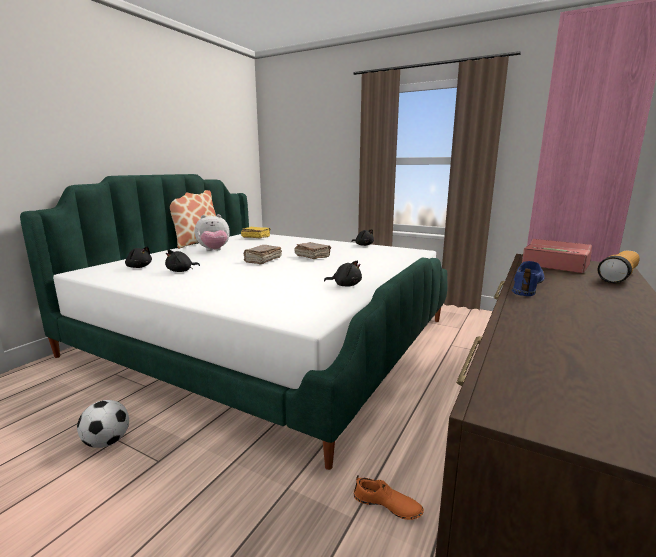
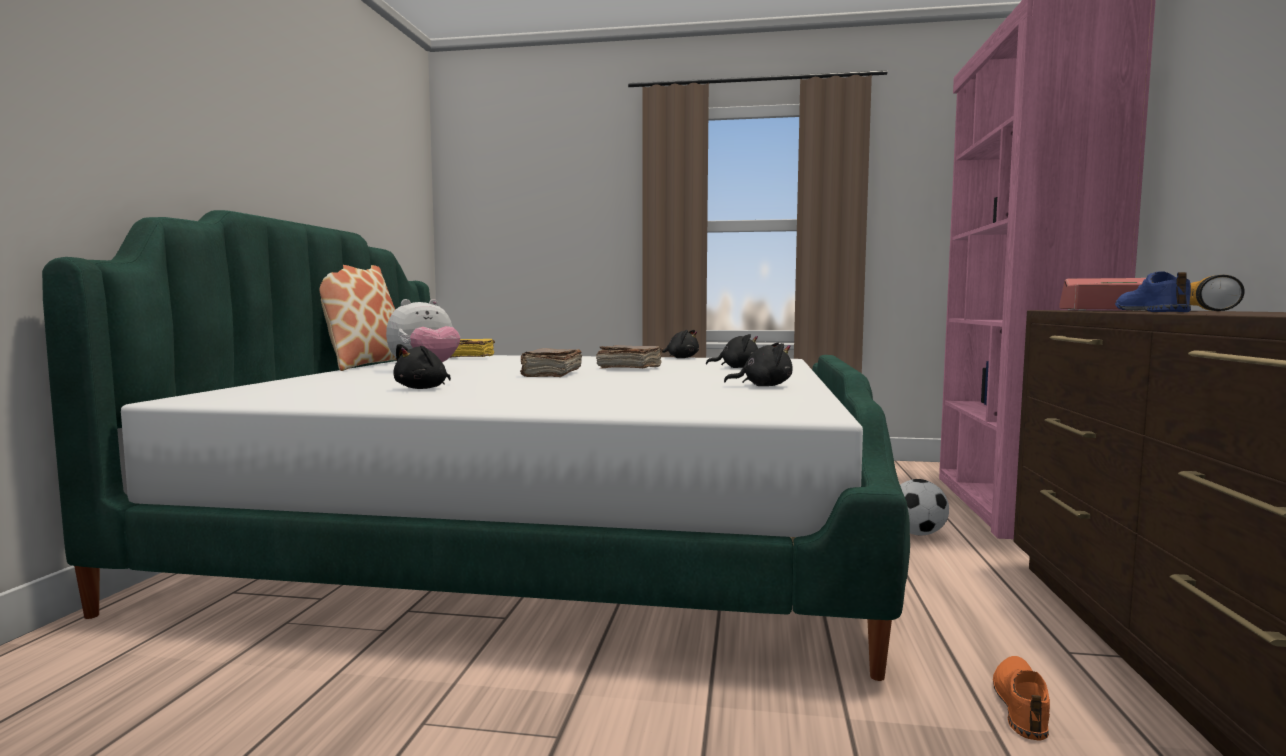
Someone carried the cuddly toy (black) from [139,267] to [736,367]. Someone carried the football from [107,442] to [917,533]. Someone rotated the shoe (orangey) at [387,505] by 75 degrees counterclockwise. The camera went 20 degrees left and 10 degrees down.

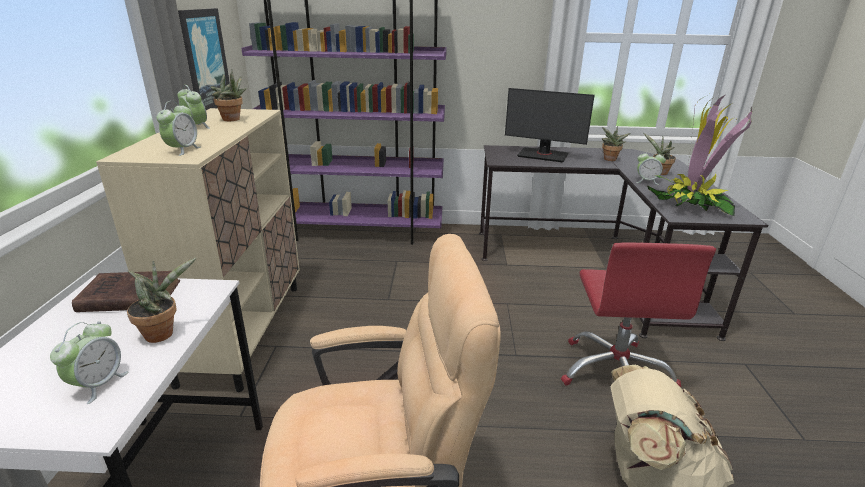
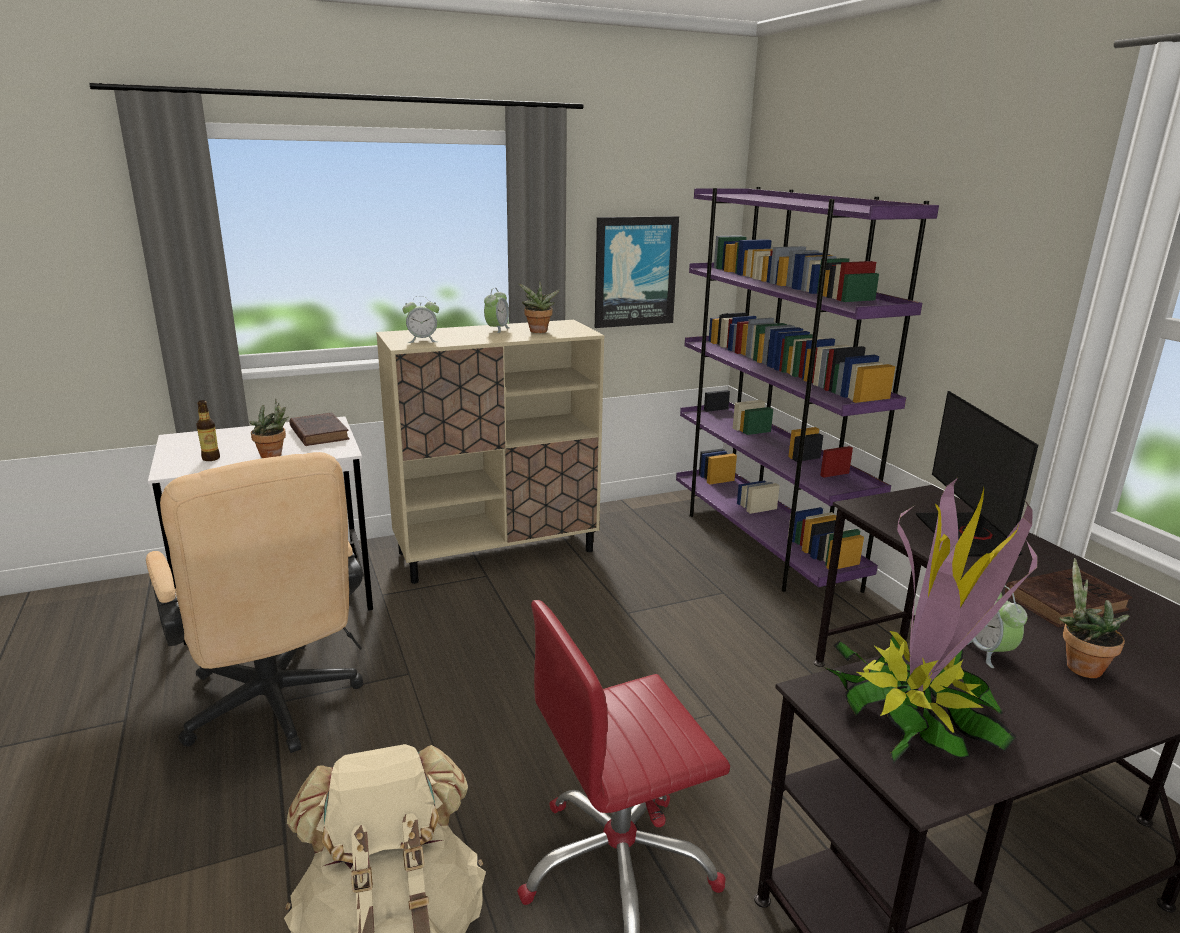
Someone swapped the plant in a pot at [609,160] for the book (brownish) at [1067,602]. Someone swapped the alarm clock at [98,384] for the bottle at [211,458]. The camera went 65 degrees right and 5 degrees down.

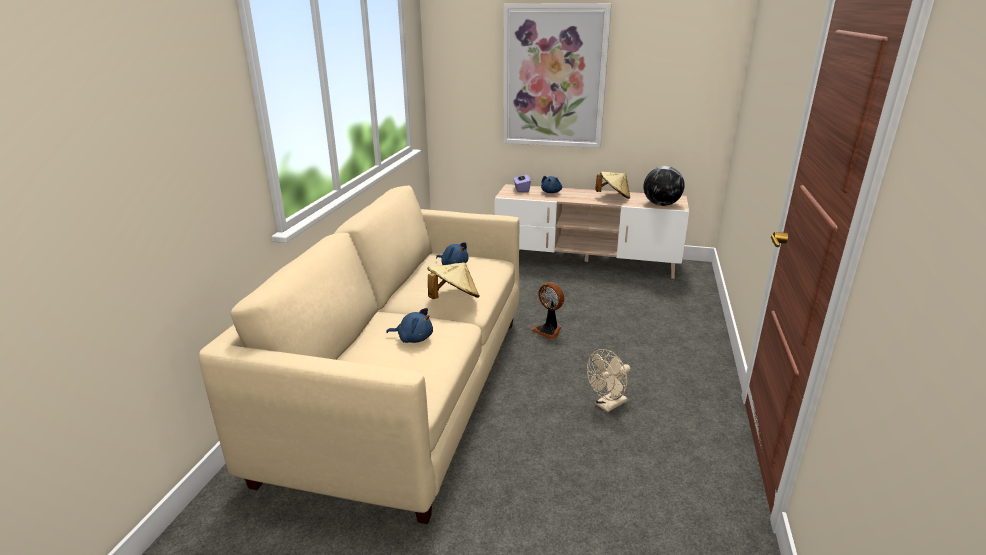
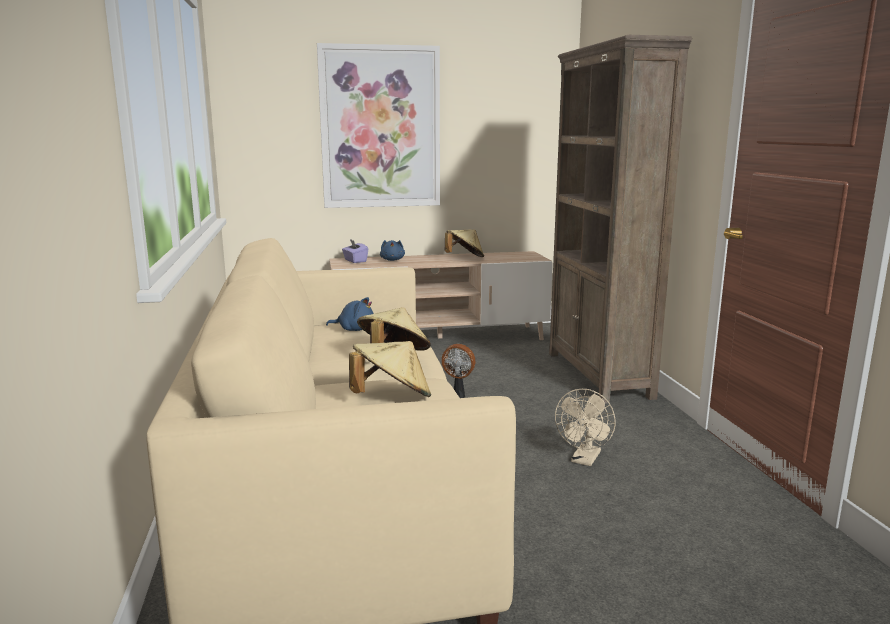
Someone took away the desk globe at [661,204]. Someone swapped the cuddly toy (blue-coloured) at [413,338] for the hat (sand-coloured) at [391,398]. Someone put down the bookcase (brownish) at [598,375]. The camera went 25 degrees left and 10 degrees down.

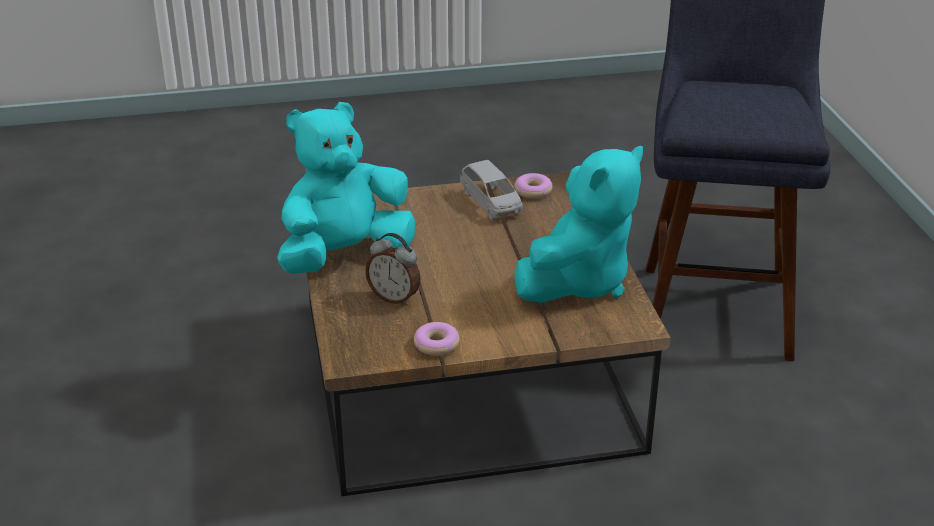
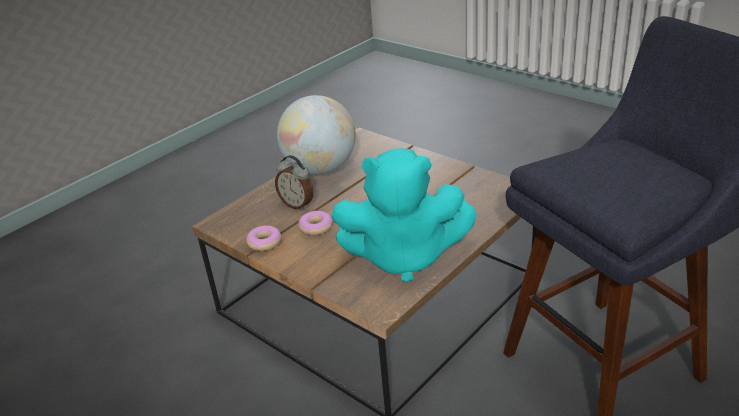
Someone swapped the cuddly toy (turquoise) at [344,256] for the desk globe at [321,169]. Someone took away the miniature car (gray) at [491,203]. Someone carried the ring doughnut from [533,191] to [316,227]. Someone rotated the alarm clock at [394,297] by 45 degrees counterclockwise. The camera went 55 degrees right and 0 degrees up.

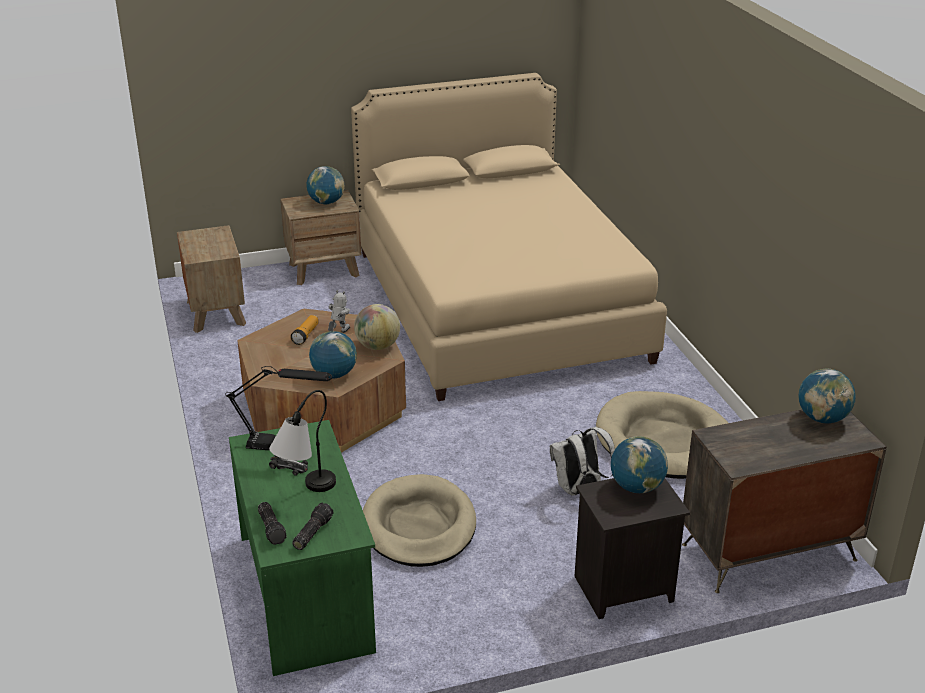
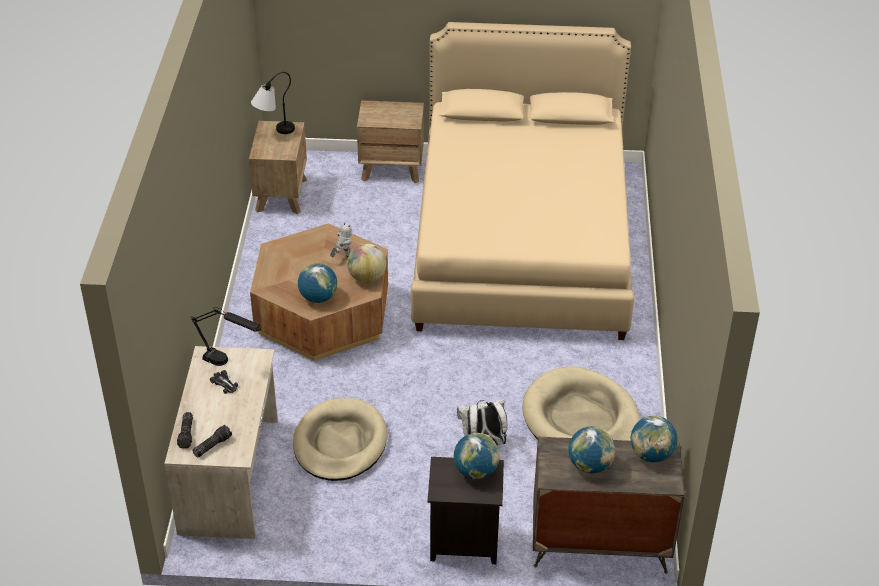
Someone carried the desk globe from [326,202] to [590,465]. Someone took away the hand torch at [306,335]. Someone carried the lamp for a table from [305,492] to [273,132]. Someone repainted the desk unit (green-coloured) at [307,592], which became the desk unit (sand-coloured) at [231,476]. The camera went 20 degrees right and 10 degrees up.

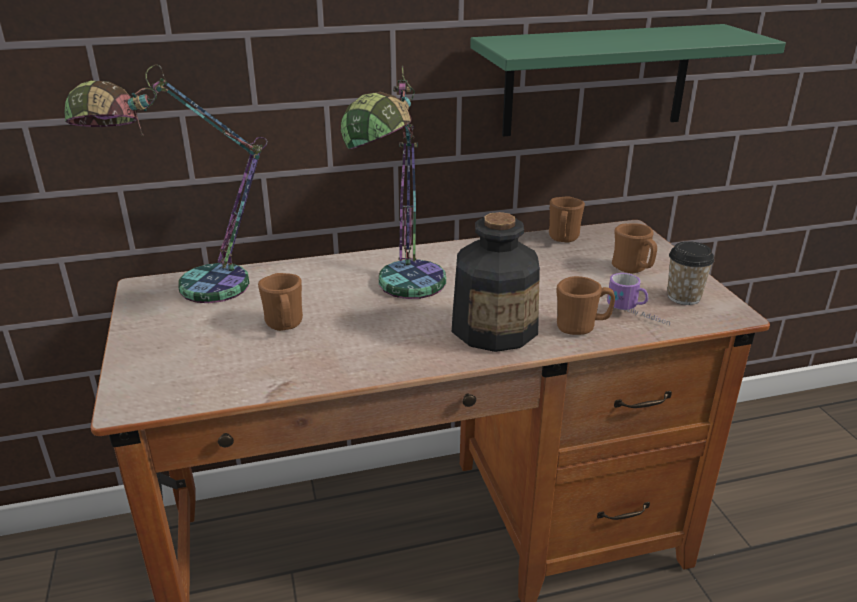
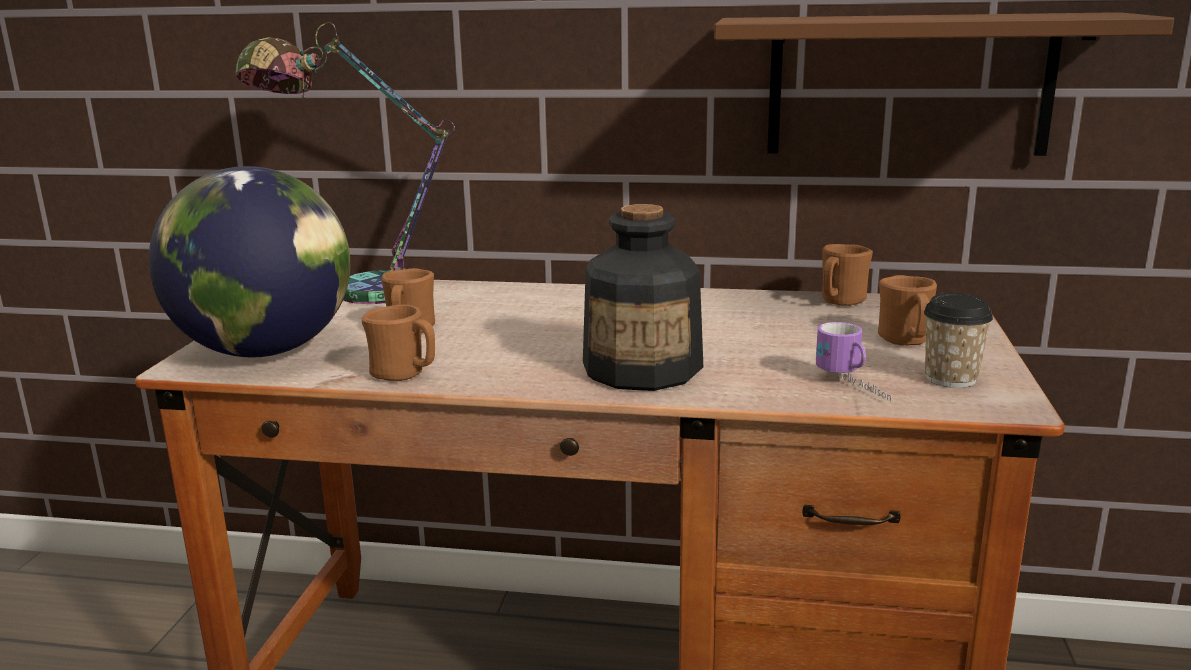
Someone repainted the wall shelf (green-coloured) at [597,80], which became the wall shelf (brownish) at [909,86]. Someone took away the lamp for a table at [401,291]. Someone carried the tea mug (brownish) from [581,327] to [404,375]. Someone put down the desk globe at [267,351]. The camera went 25 degrees right and 10 degrees down.

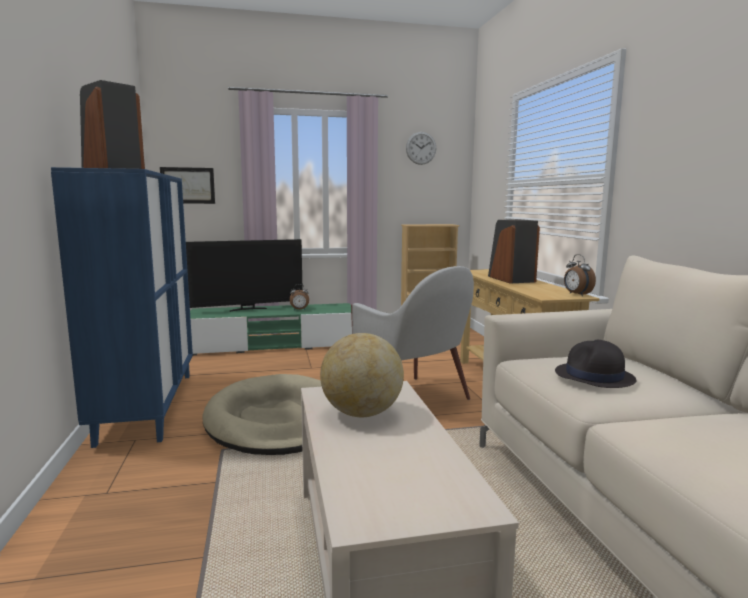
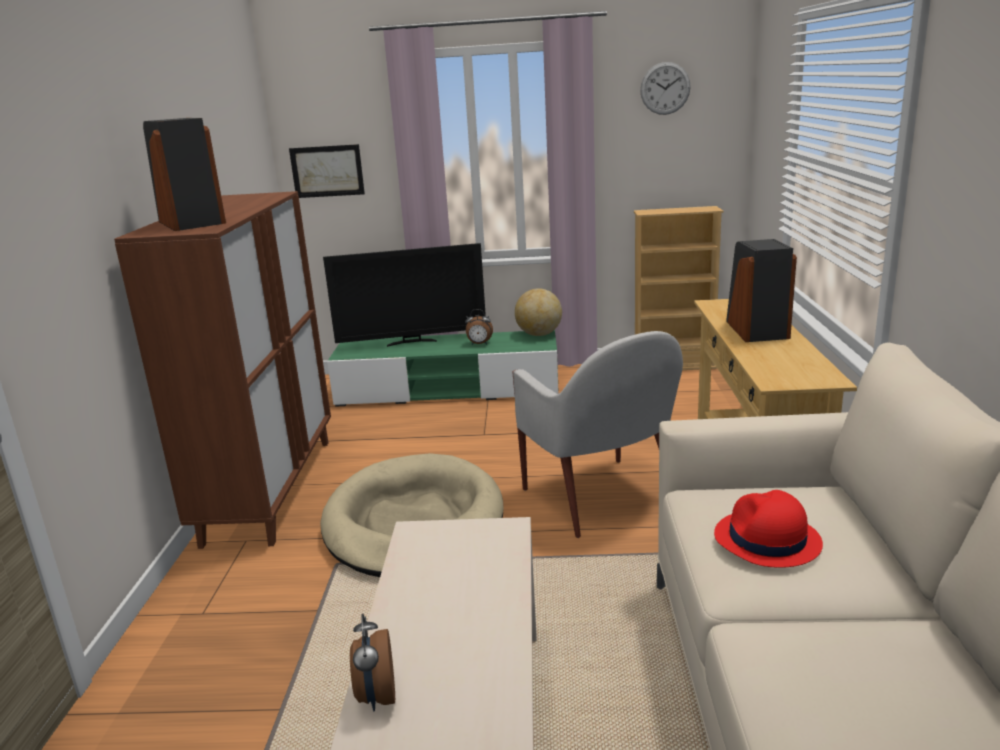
Someone repainted the cupboard (blue-coloured) at [148,406], which became the cupboard (brownish) at [270,489]. Someone carried the alarm clock from [576,294] to [376,696]. Someone carried the desk globe from [361,413] to [539,334]. Someone repainted the hat (black) at [594,377], which became the hat (red) at [767,540]. The camera went 15 degrees right and 10 degrees up.

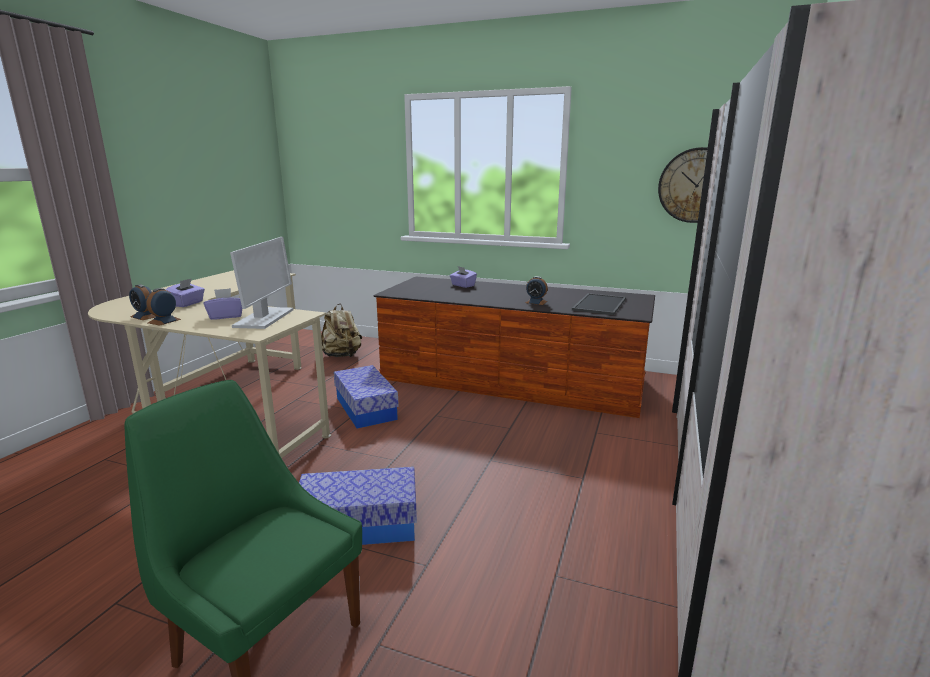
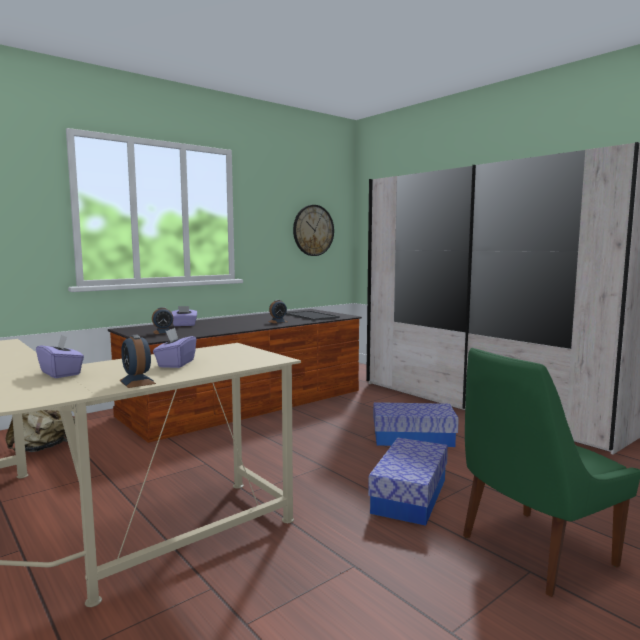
Someone took away the computer screen at [264,318]. Someone carried the alarm clock from [145,316] to [163,332]. Someone carried the storage container from [366,408] to [413,438]. The camera went 60 degrees left and 10 degrees down.

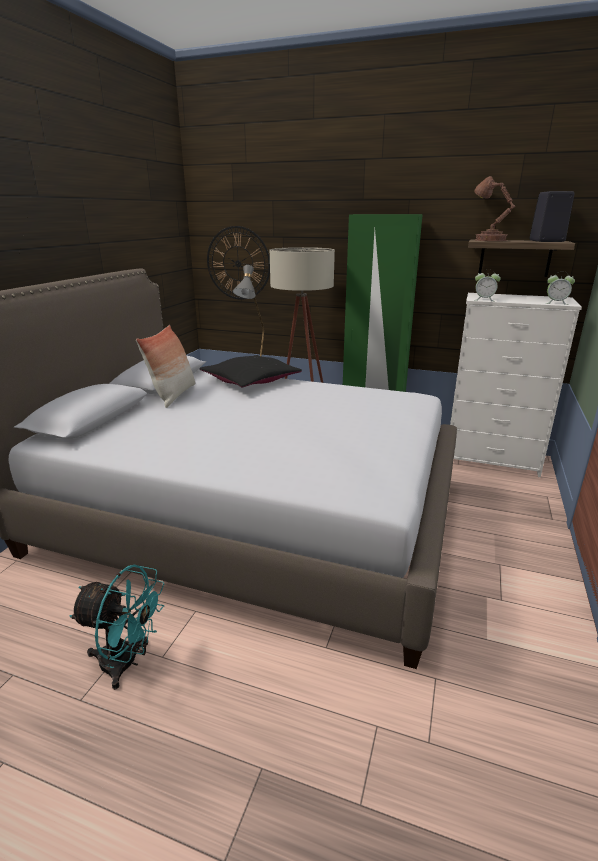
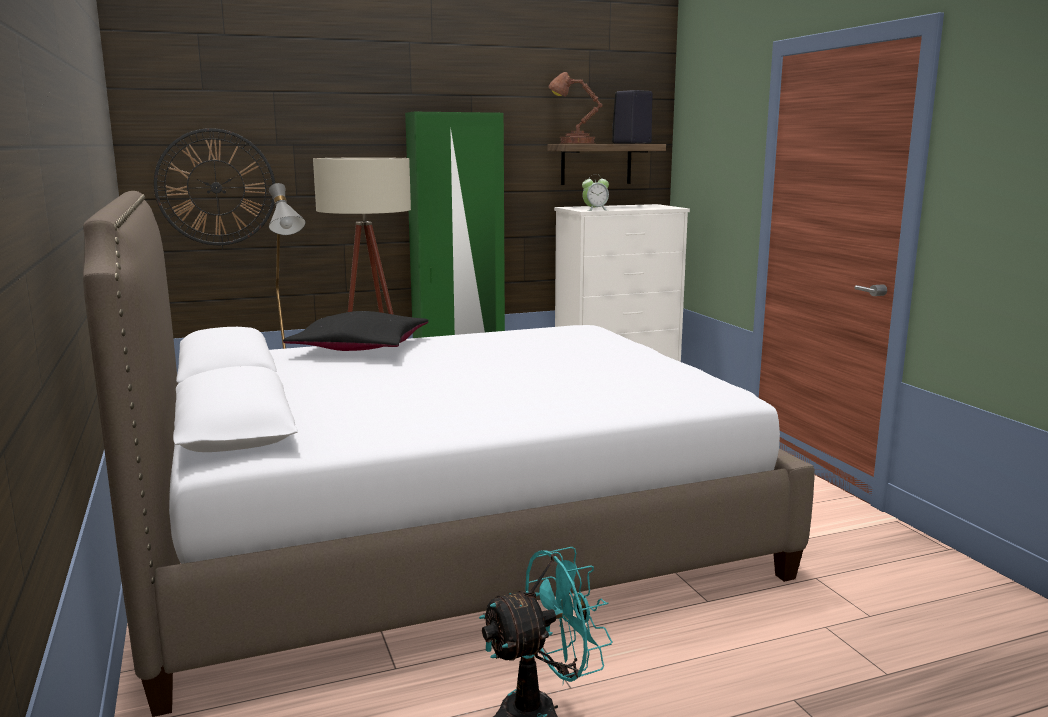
Someone took away the alarm clock at [556,303]. Someone took away the cushion at [173,395]. The camera went 40 degrees left and 10 degrees down.

